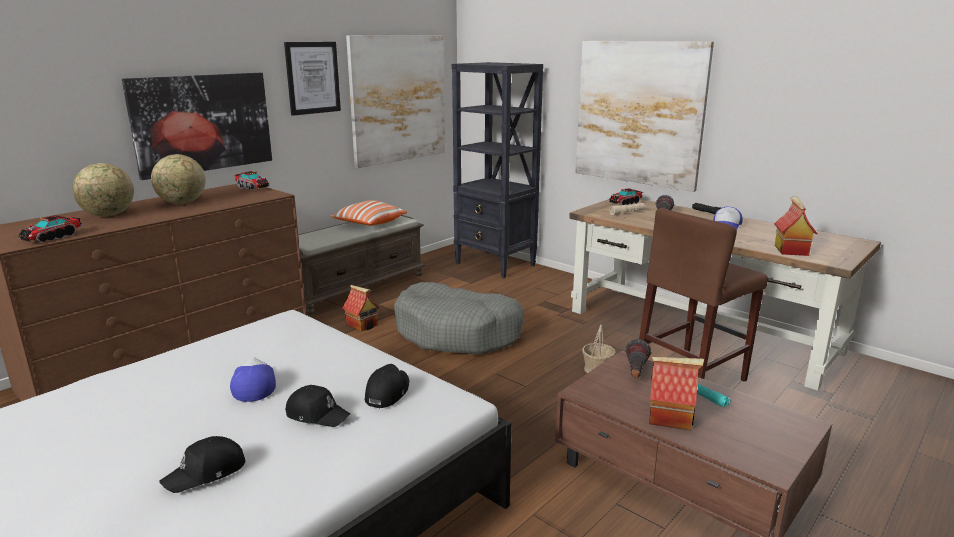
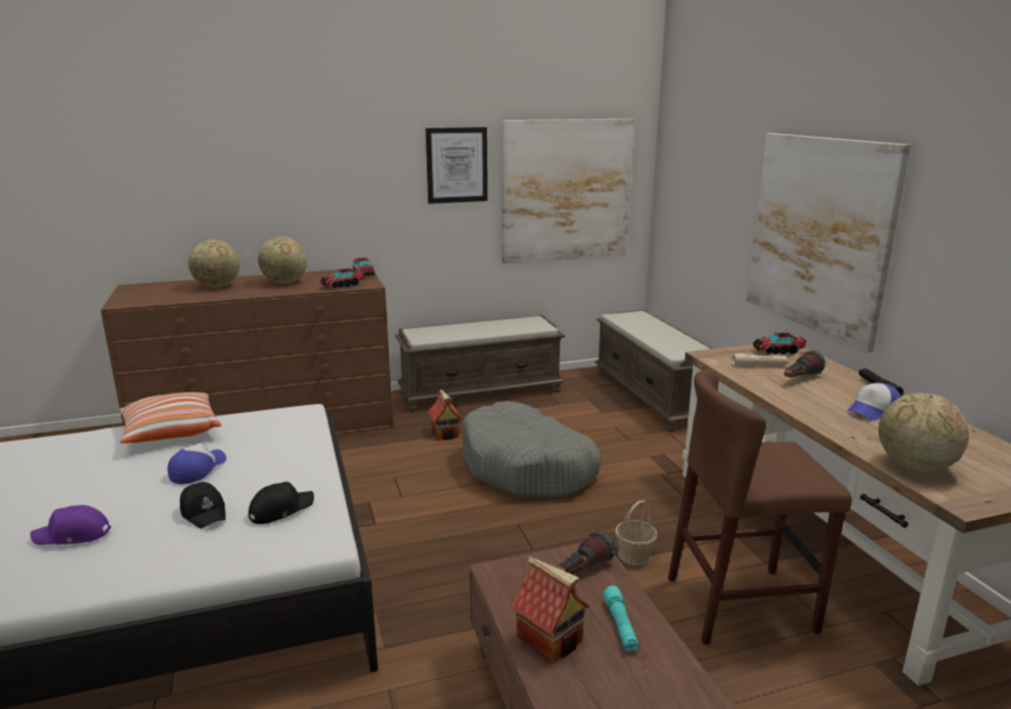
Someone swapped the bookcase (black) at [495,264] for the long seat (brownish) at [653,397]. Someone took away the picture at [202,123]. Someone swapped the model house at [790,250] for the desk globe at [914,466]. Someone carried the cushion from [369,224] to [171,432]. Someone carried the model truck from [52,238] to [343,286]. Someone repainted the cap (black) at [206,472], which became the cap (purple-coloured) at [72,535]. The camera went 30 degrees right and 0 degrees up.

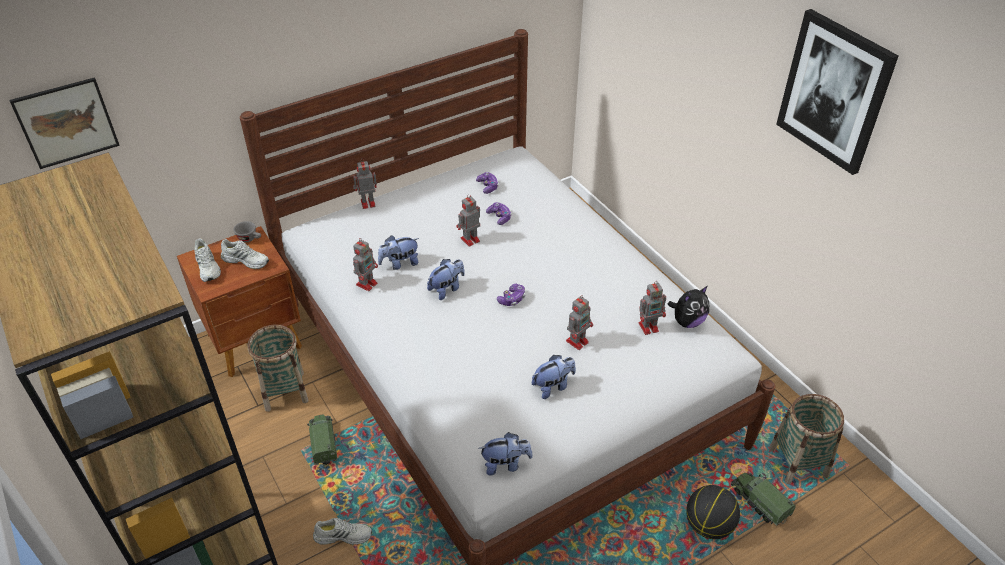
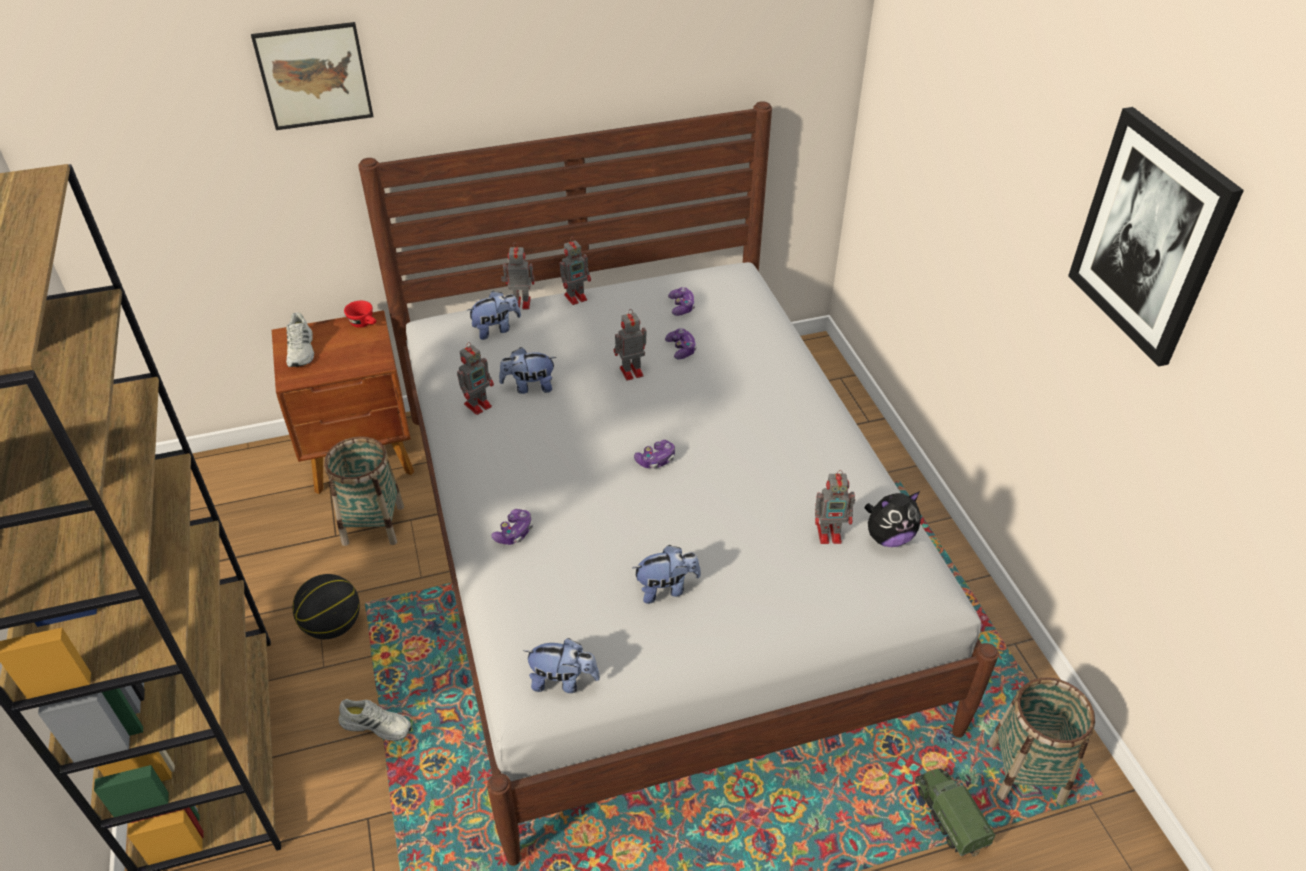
Someone carried the picture from [66,122] to [314,76]. Someone repainted the small cup (gray) at [250,239], which became the small cup (red) at [364,324]. Someone took away the shoe (white) at [246,260]. Someone carried the cuddly toy from [447,289] to [496,329]. Someone carried the robot figure from [578,341] to [576,297]. Someone took away the model truck at [323,444]. Someone carried the basketball from [709,525] to [333,625]. Someone put down the joypad at [514,533]. The camera went 15 degrees right and 0 degrees up.

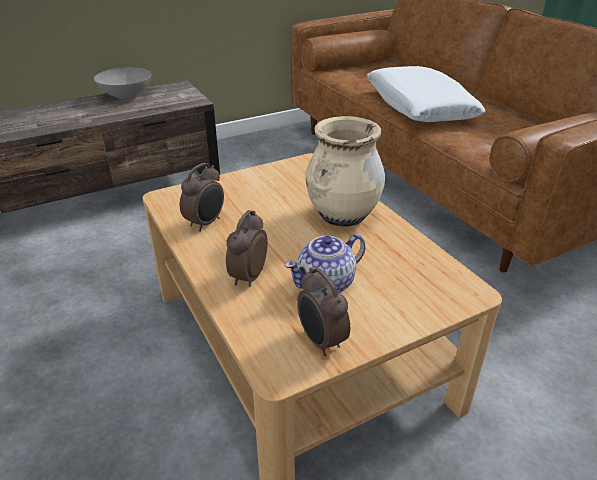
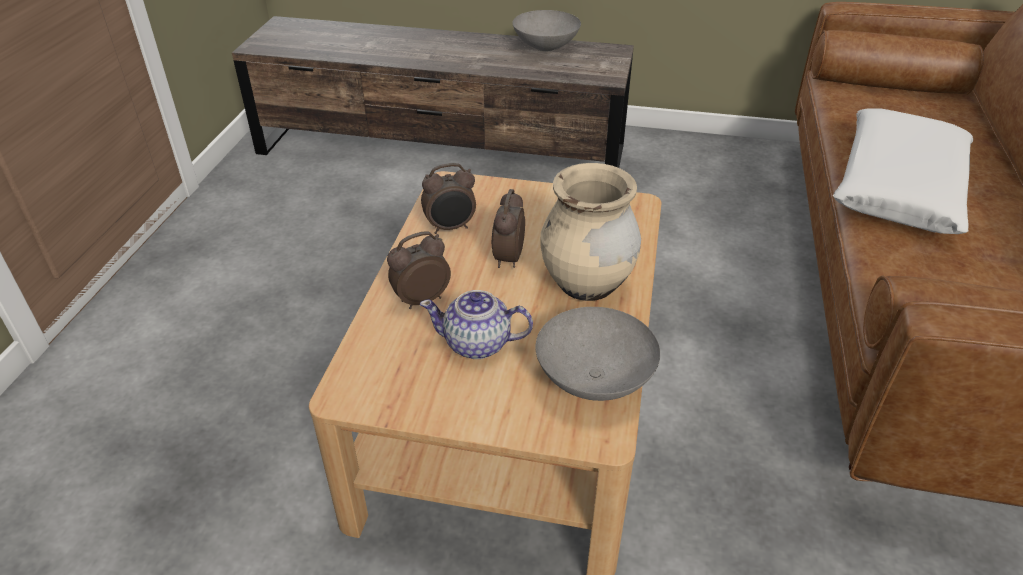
Someone carried the alarm clock from [321,341] to [507,258]. Someone put down the serving bowl (gray) at [595,378]. The camera went 40 degrees right and 5 degrees up.

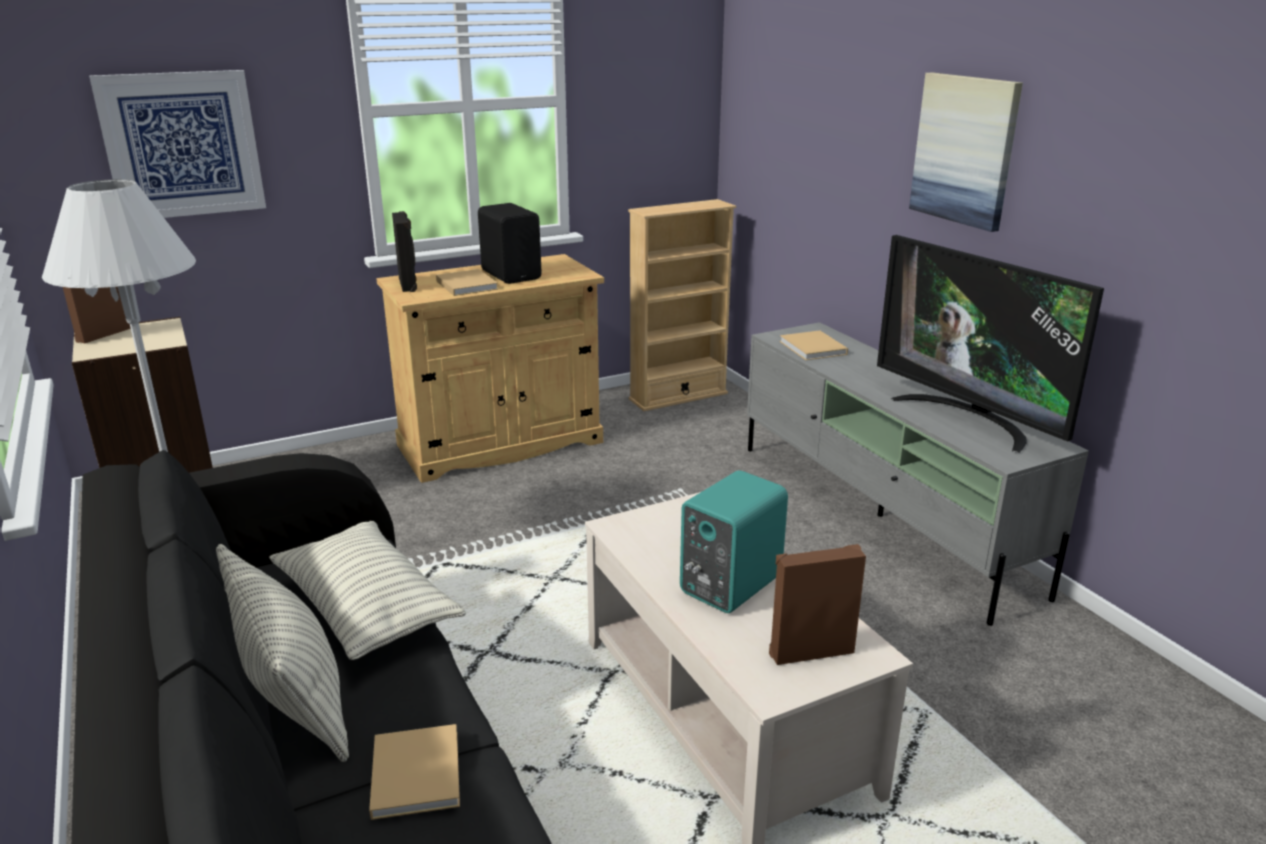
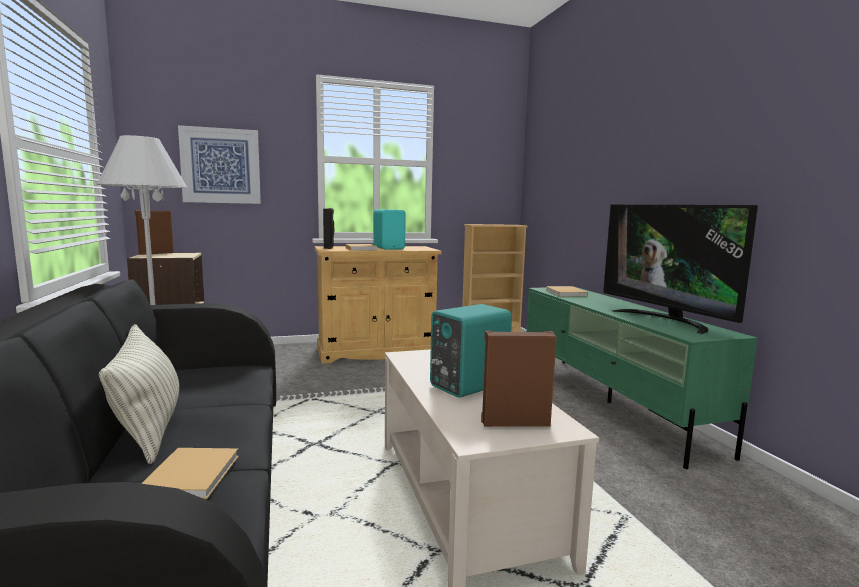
Someone took away the picture at [965,150]. Someone repainted the audio speaker (black) at [512,275], which became the audio speaker (turquoise) at [389,248]. Someone repainted the tv unit (gray) at [880,516], which became the tv unit (green-coloured) at [609,402]. Someone took away the cushion at [366,609]. The camera went 10 degrees right and 15 degrees down.

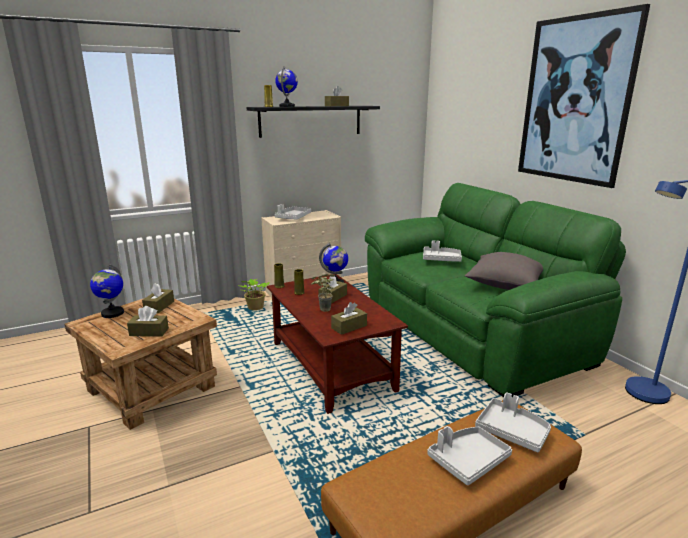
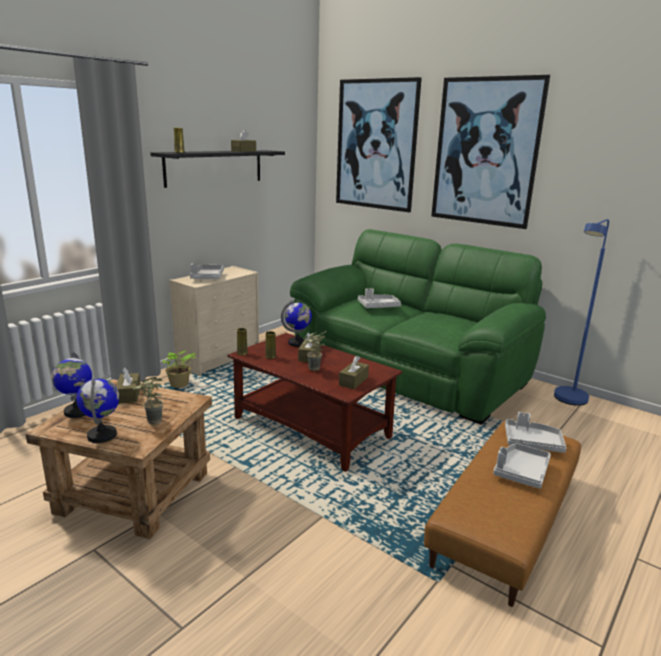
Someone carried the desk globe from [287,106] to [102,435]. Someone took away the cushion (gray) at [504,285]. Someone swapped the tissue holder (brownish) at [149,332] for the plant in a pot at [150,423]. Someone put up the picture at [376,145]. The camera went 25 degrees left and 0 degrees up.

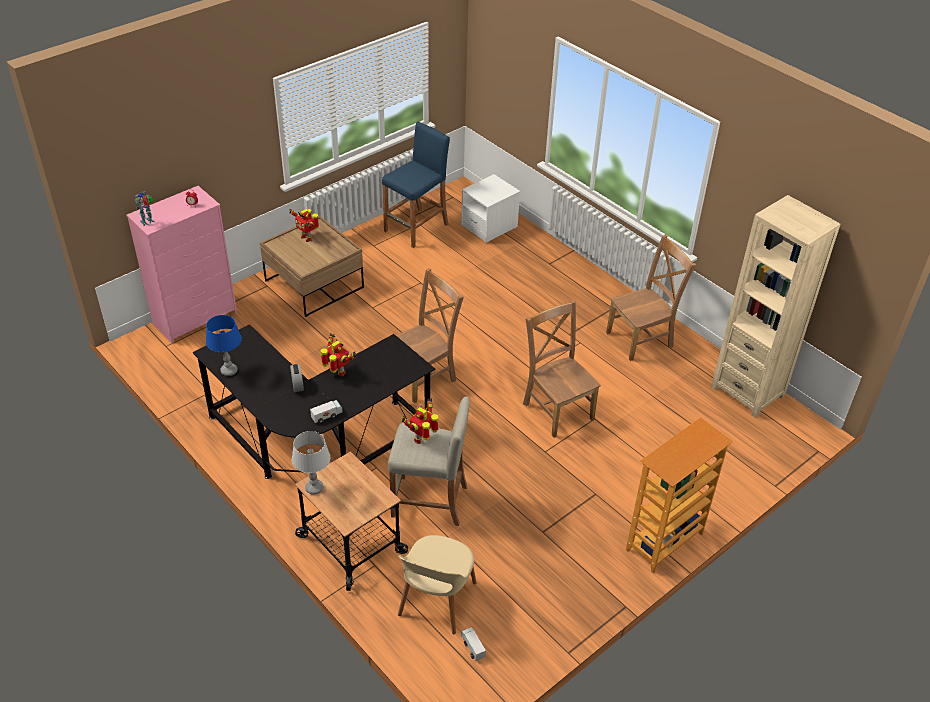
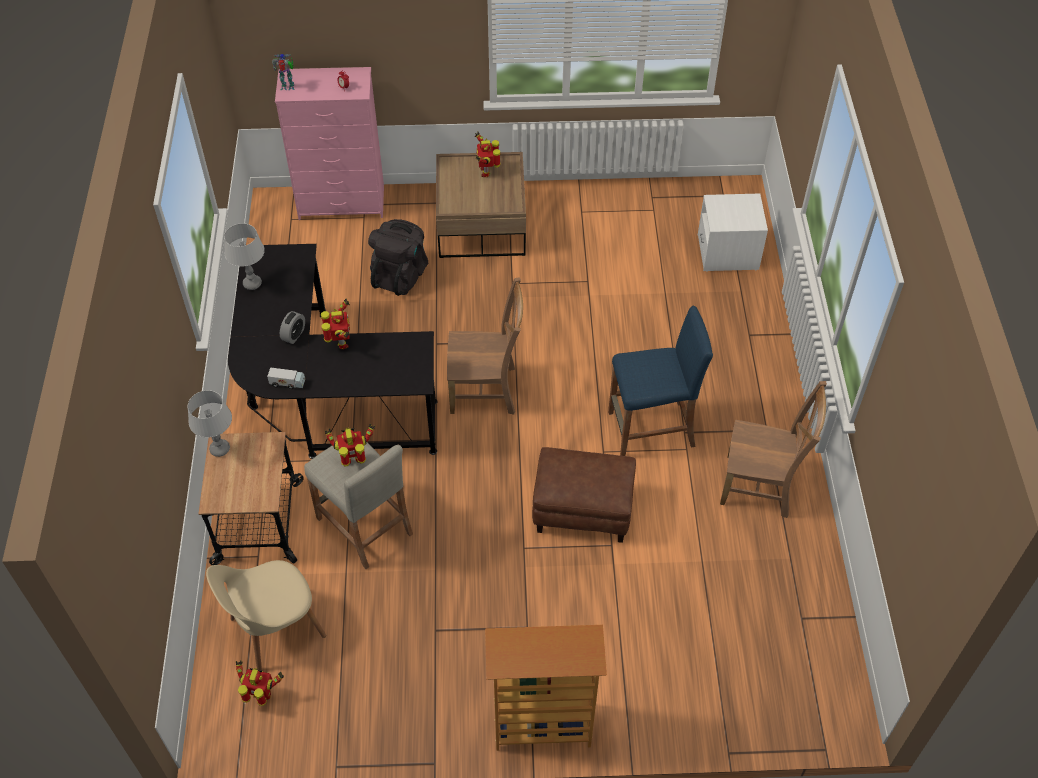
Someone carried the stool seat (blue-coloured) from [416,228] to [651,430]. Someone took away the bookcase (sand-coloured) at [748,391]. Someone swapped the upright chair (brownish) at [557,409] for the ottoman (brownish) at [583,509]. Someone repainted the lamp for a table (blue-coloured) at [229,371], which became the lamp for a table (gray) at [252,284]. Someone swapped the model truck at [473,647] for the robot figure at [262,696]. Someone put down the knapsack (black) at [400,275]. The camera went 40 degrees right and 10 degrees up.

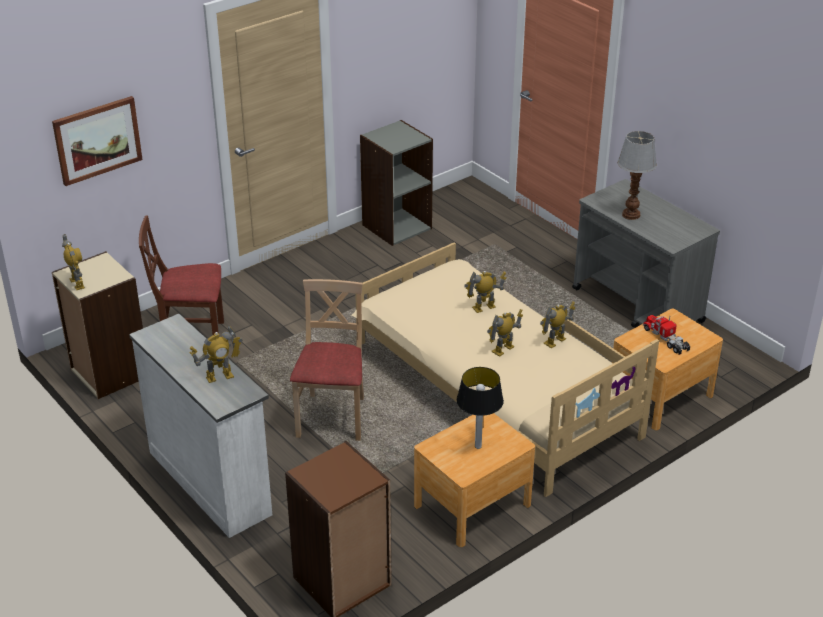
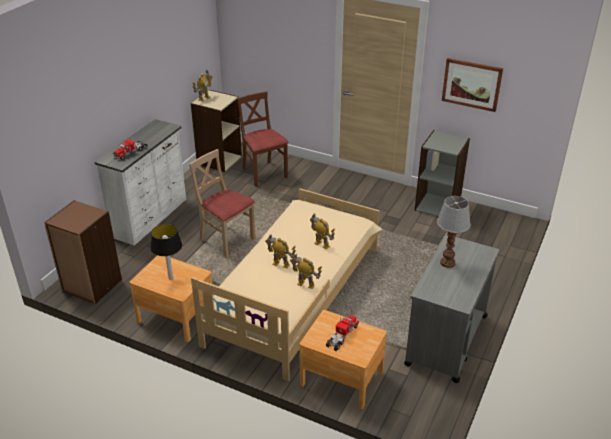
Someone carried the picture from [97,140] to [471,84]. Someone rotated the upright chair (sand-coloured) at [333,417] by 120 degrees counterclockwise. Someone swapped the robot figure at [219,376] for the model truck at [131,152]. The camera went 65 degrees right and 0 degrees up.

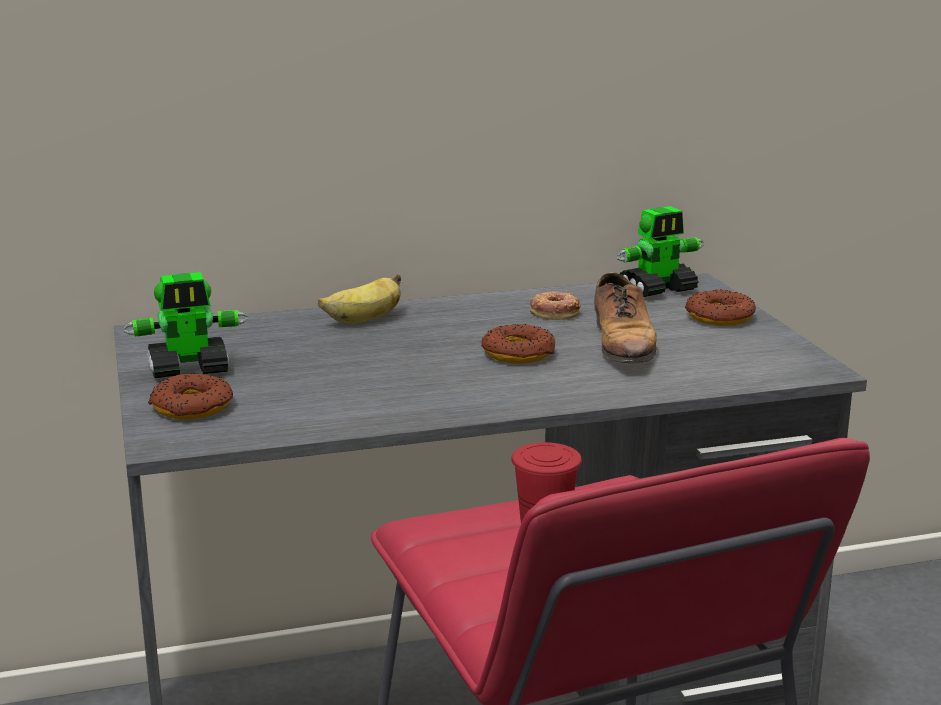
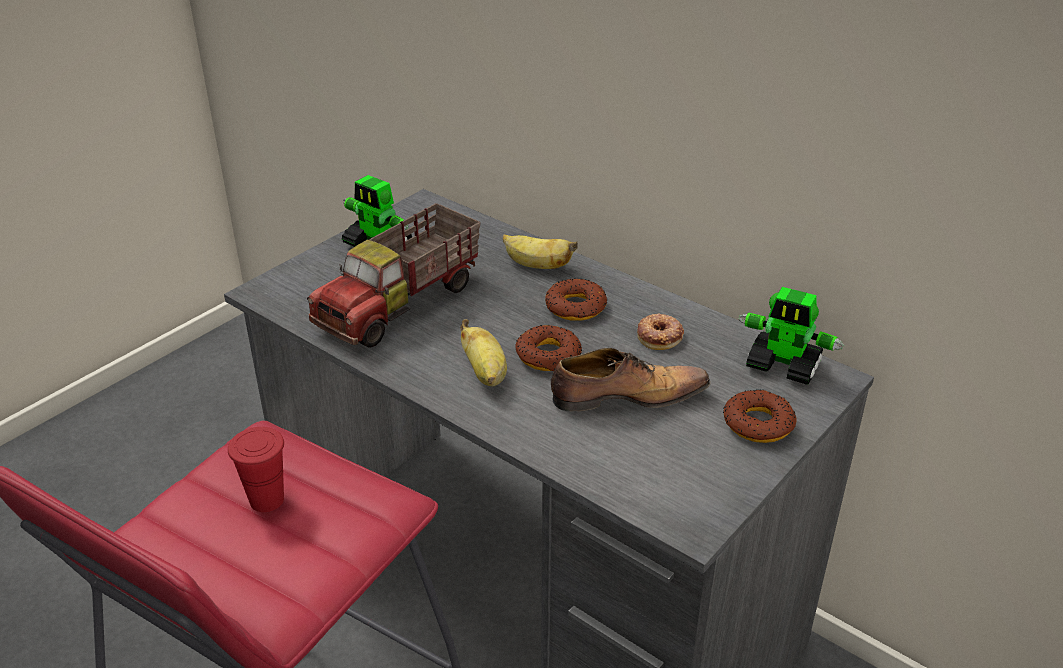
Someone rotated the shoe at [623,345] by 150 degrees counterclockwise. Someone carried the ring doughnut from [192,407] to [575,307]. Someone put down the model truck at [401,304]. Someone put down the banana at [485,373]. The camera went 55 degrees right and 15 degrees up.

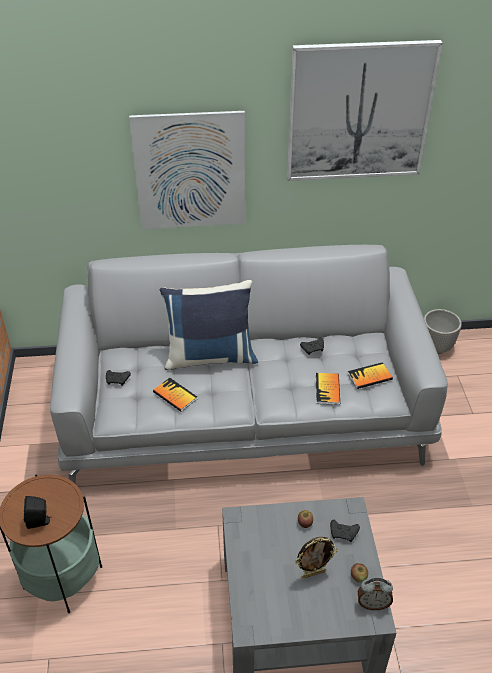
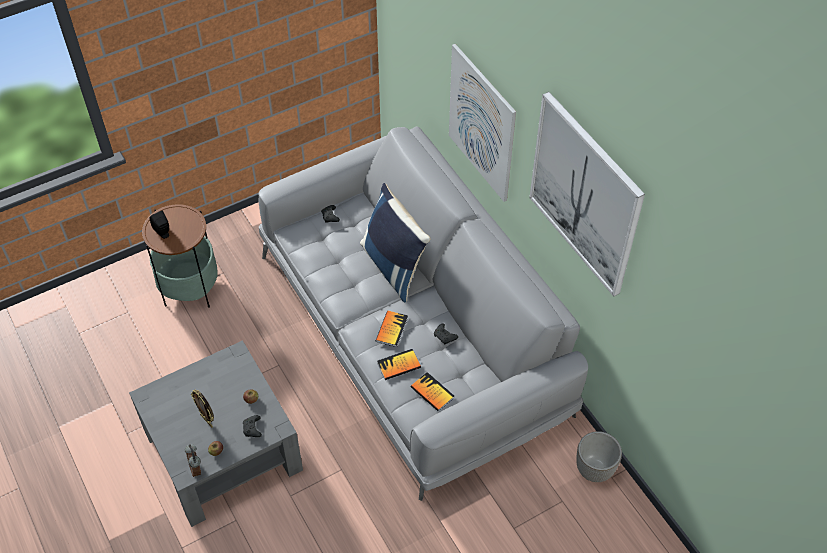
Someone carried the book from [175,395] to [392,329]. The camera went 65 degrees right and 10 degrees up.

